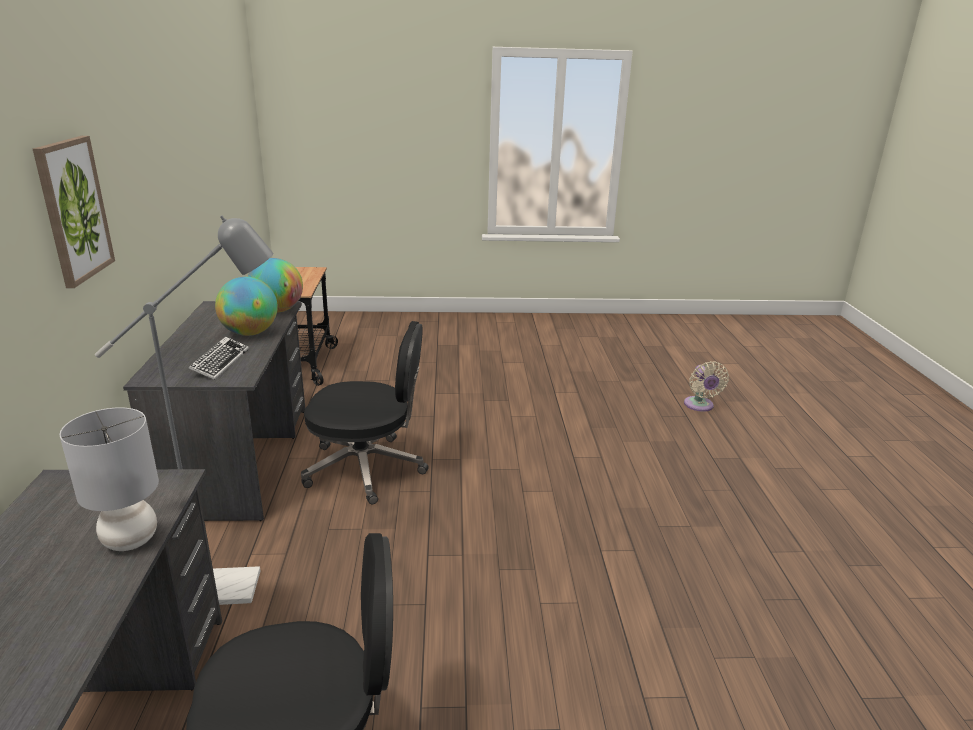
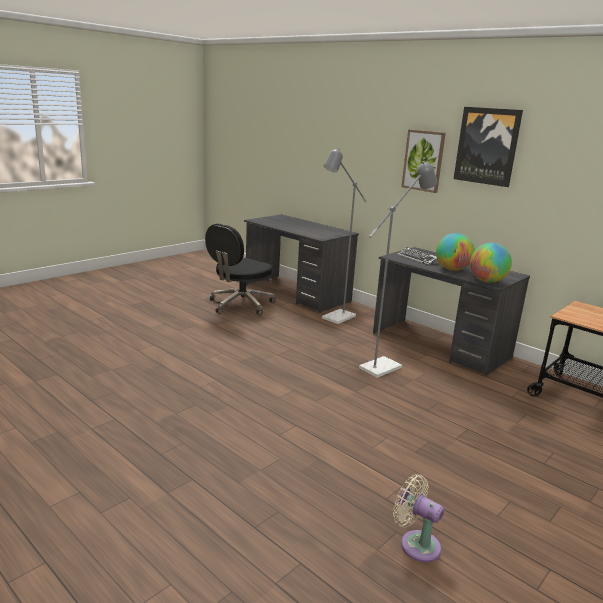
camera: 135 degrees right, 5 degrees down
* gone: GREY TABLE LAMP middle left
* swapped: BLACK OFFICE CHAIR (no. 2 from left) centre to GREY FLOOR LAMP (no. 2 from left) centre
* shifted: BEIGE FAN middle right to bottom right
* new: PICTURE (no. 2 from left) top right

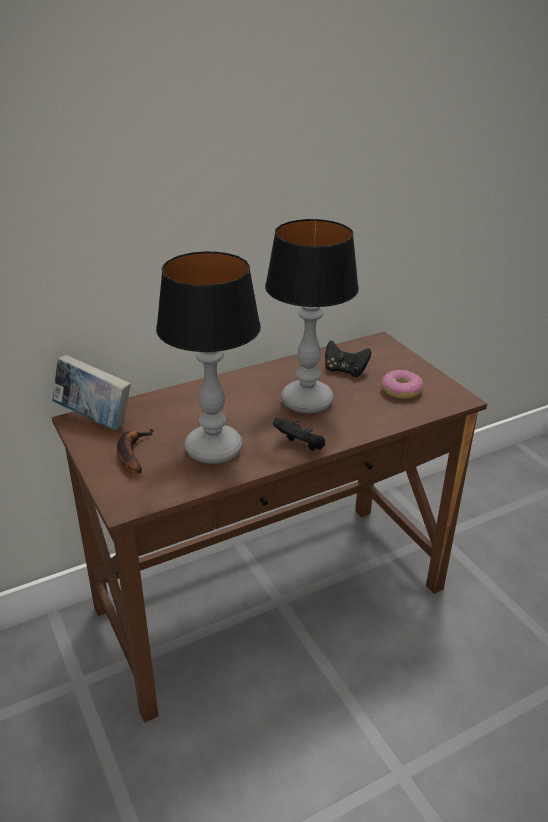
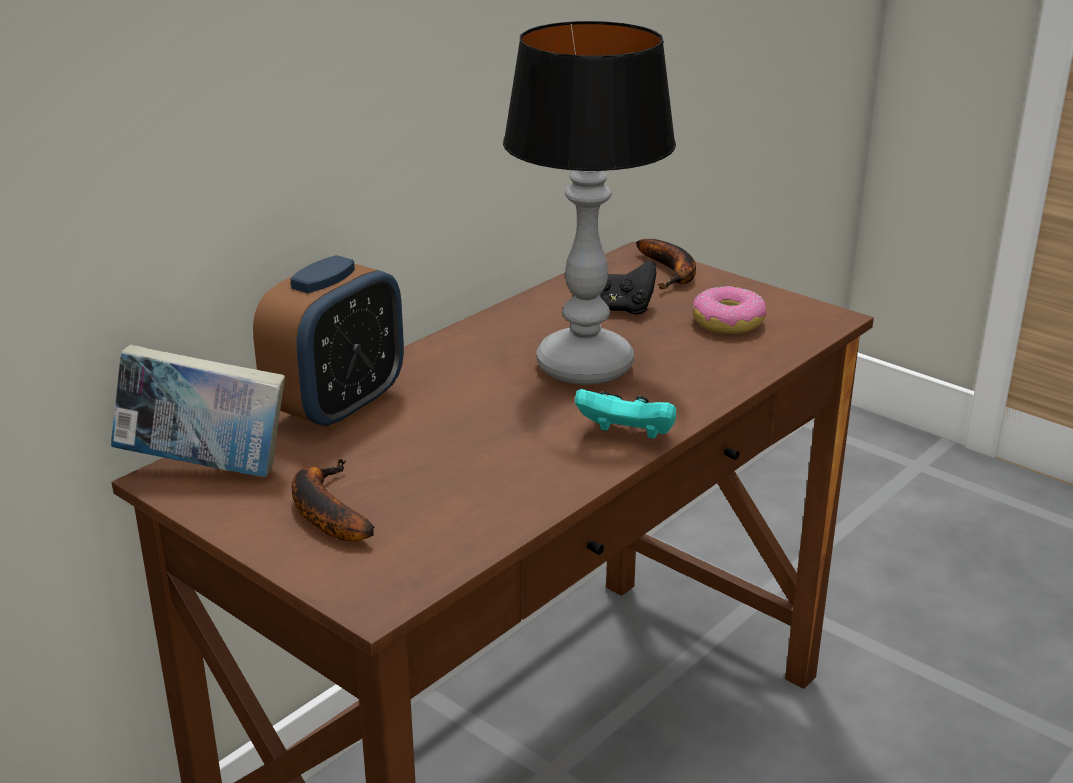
camera: 20 degrees left, 5 degrees down
* gone: TABLE LAMP (no. 1 from left) centre
* repainted: BLACK GAME CONTROLLER (no. 1 from left) centre to TURQUOISE GAME CONTROLLER centre
* new: ALARM CLOCK middle left
* new: BANANA (no. 2 from left) centre

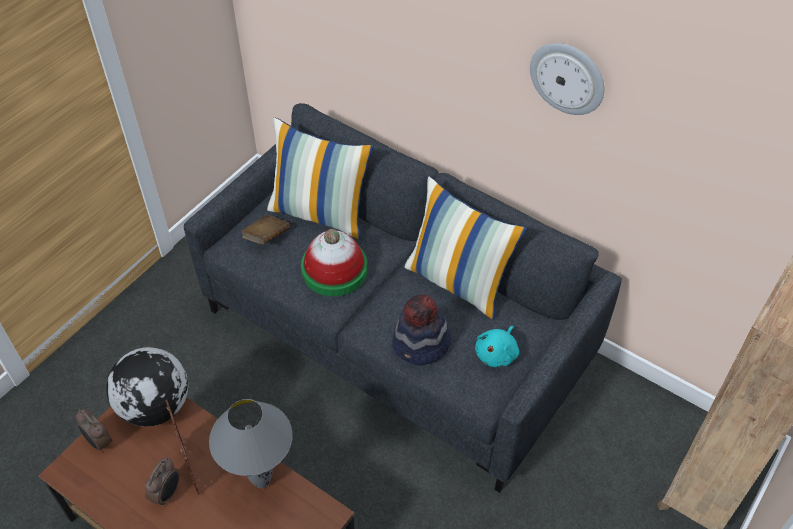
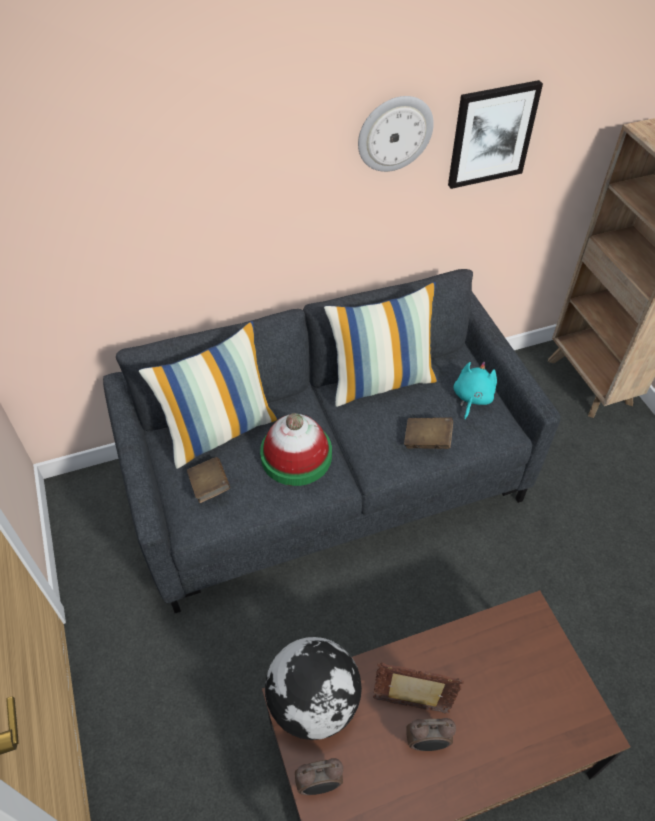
camera: 55 degrees left, 0 degrees up
* rotated: ALARM CLOCK (no. 2 from left) bottom left = bottom centre 120 degrees clockwise
* gone: GREY TABLE LAMP bottom left
* swapped: HAT (no. 2 from left) centre to BROWN BOOK (no. 2 from left) centre
* rotated: TURQUOISE PLUSH TOY centre = middle right 135 degrees counterclockwise
* new: PICTURE top right

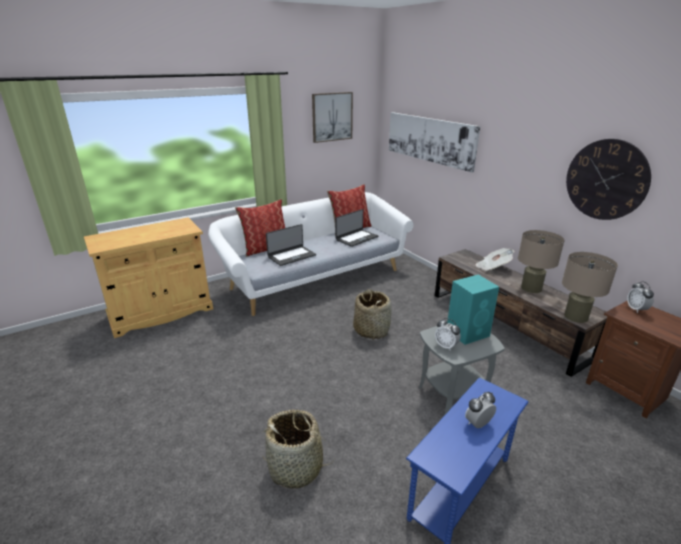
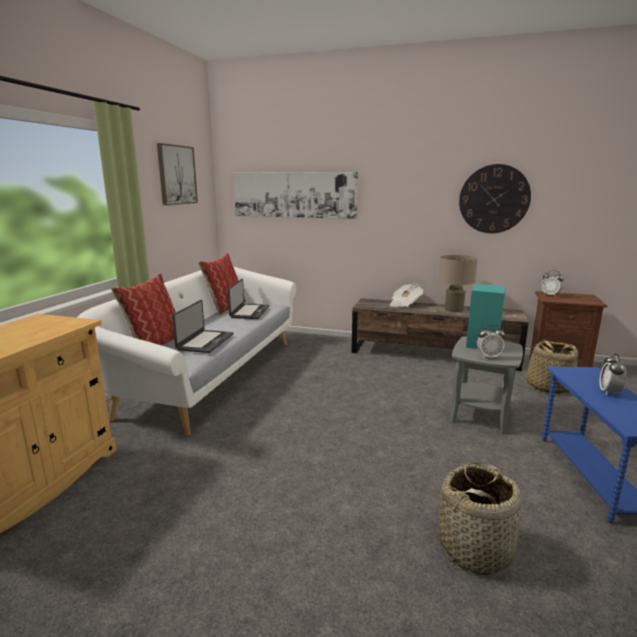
camera: 40 degrees left, 10 degrees down
* shifted: BASKET (no. 2 from left) centre to middle right
* gone: BEIGE TABLE LAMP (no. 2 from left) middle right

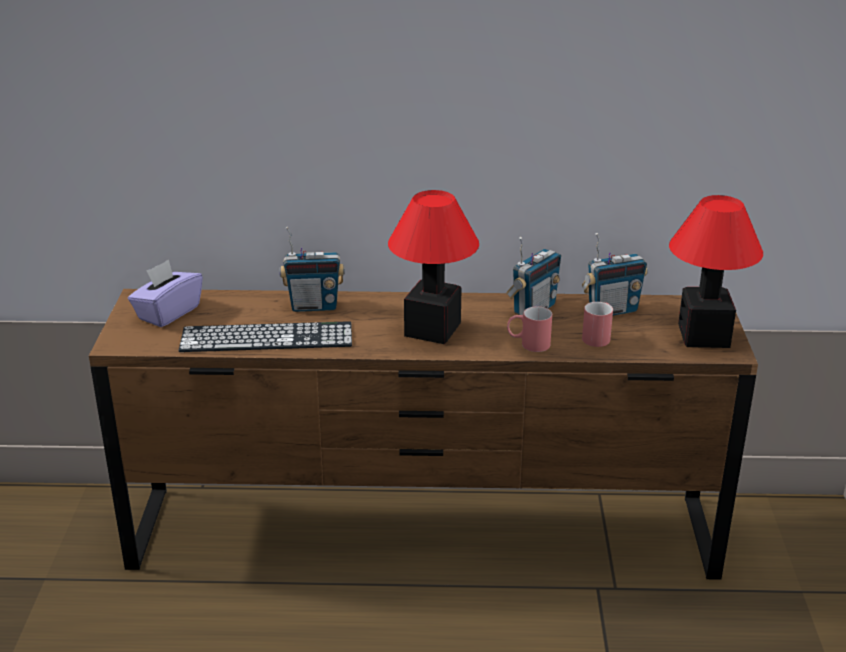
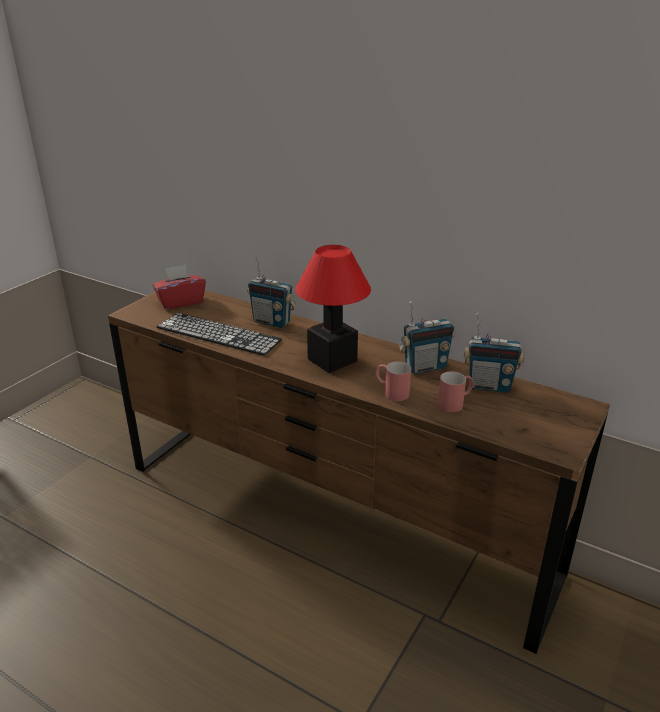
camera: 30 degrees right, 0 degrees up
* repainted: PURPLE TISSUE BOX middle left to RED TISSUE BOX middle left
* gone: TABLE LAMP (no. 2 from left) middle right

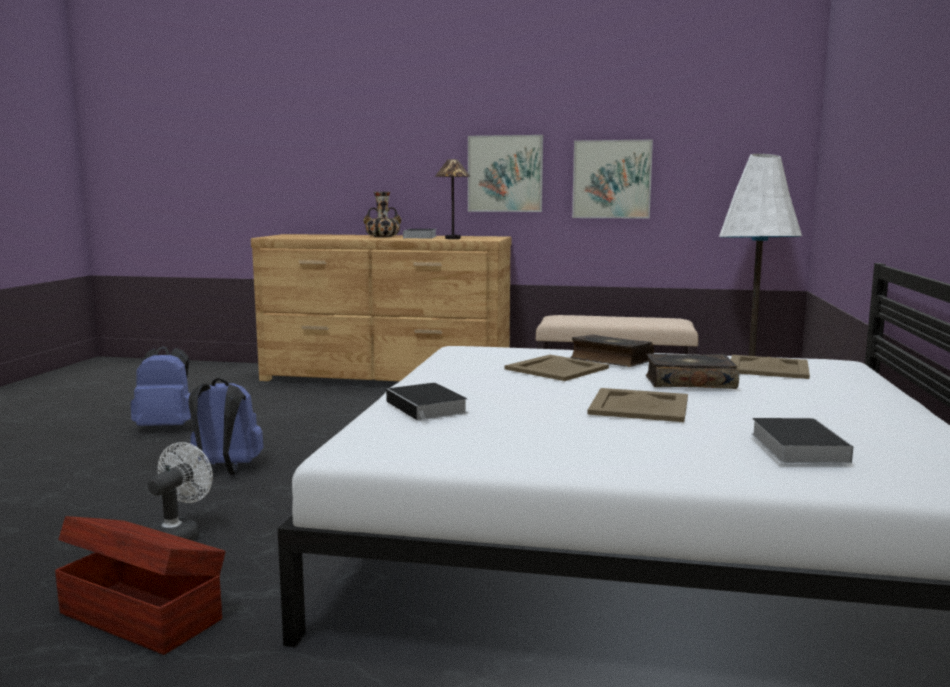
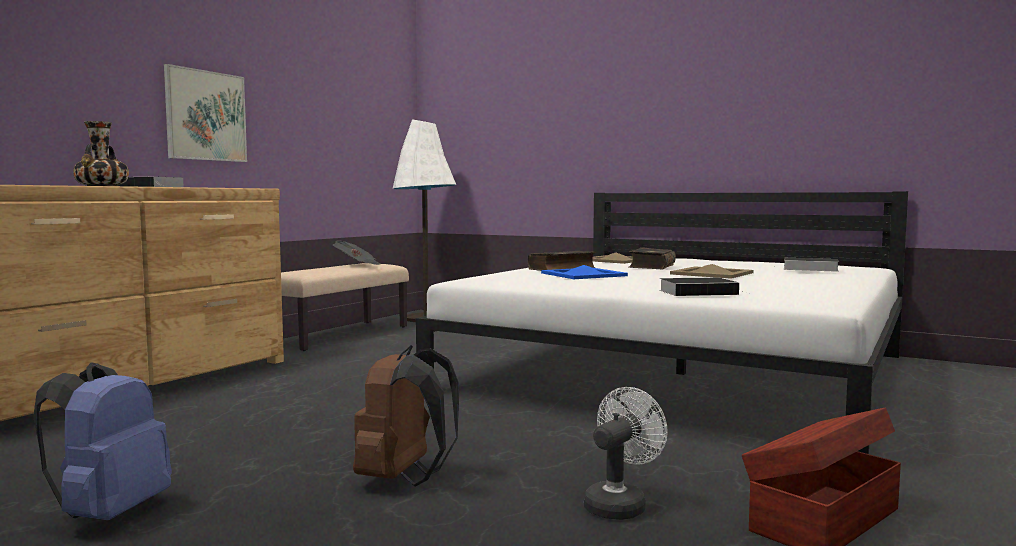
camera: 70 degrees left, 5 degrees down
* rotated: WHITE FAN bottom left = bottom centre 90 degrees clockwise
* repainted: BLUE BACKPACK (no. 2 from left) middle left to BROWN BACKPACK bottom centre
* gone: TABLE LAMP top centre
* repainted: BEIGE TRAY (no. 1 from left) centre to BLUE TRAY centre
* gone: PICTURE (no. 2 from left) top centre
* new: NEWSPAPER centre

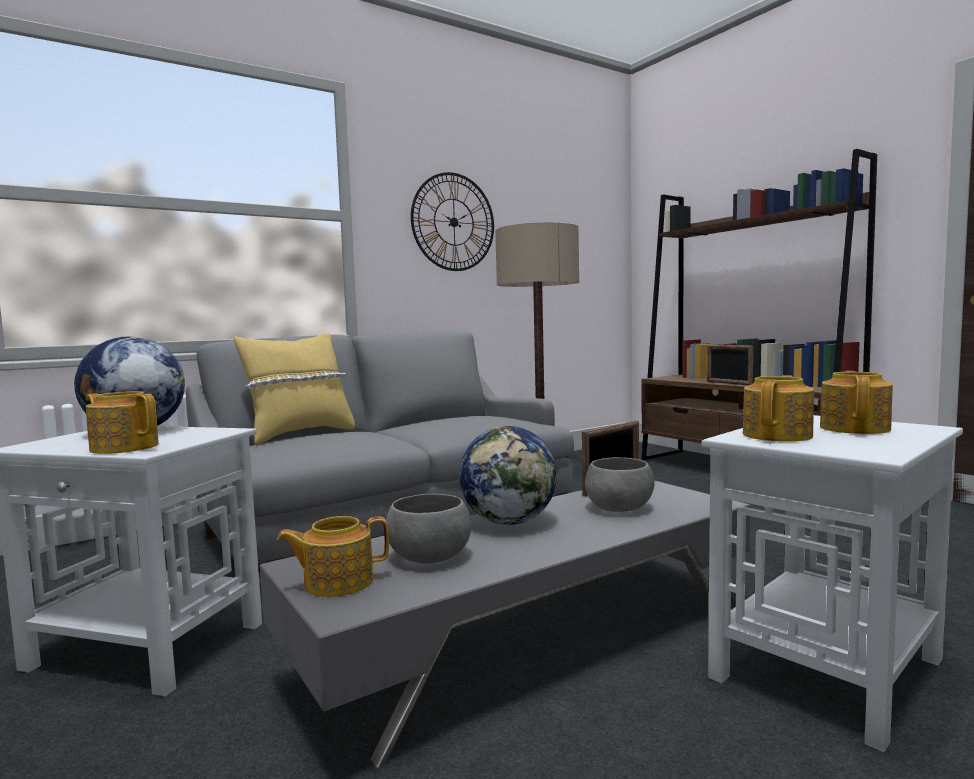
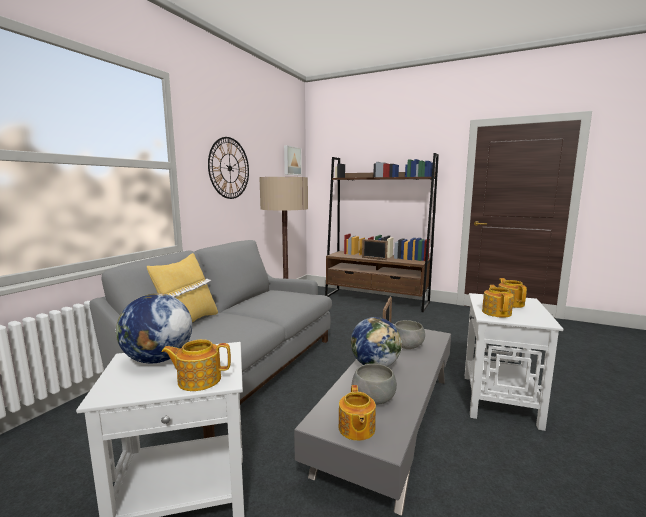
camera: 30 degrees left, 5 degrees up
* rotated: TEAPOT (no. 2 from left) bottom centre = bottom centre 45 degrees counterclockwise
* new: PICTURE top centre

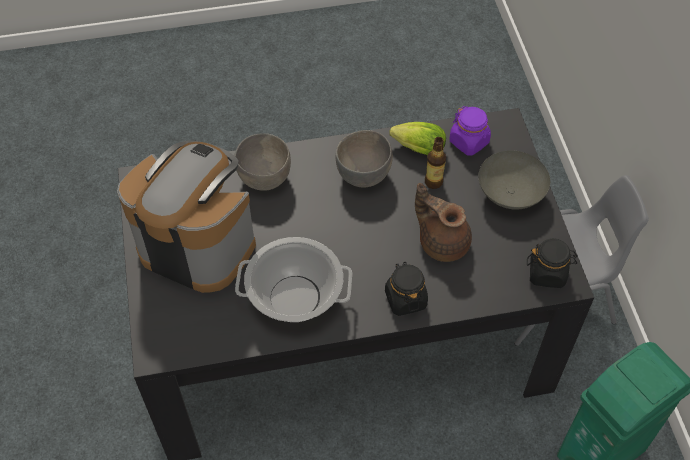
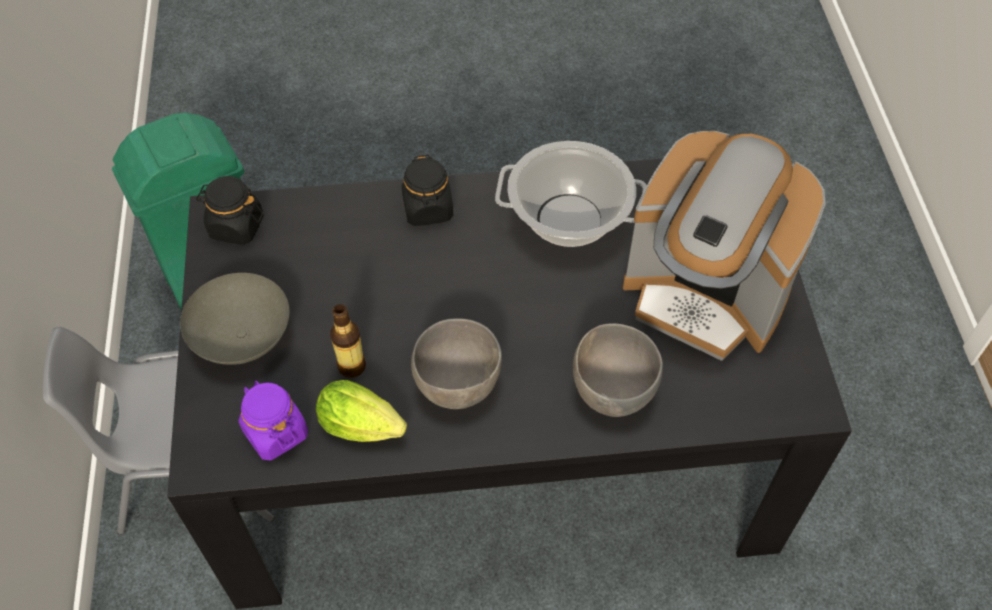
camera: 175 degrees left, 0 degrees up
* gone: BROWN TEAPOT centre

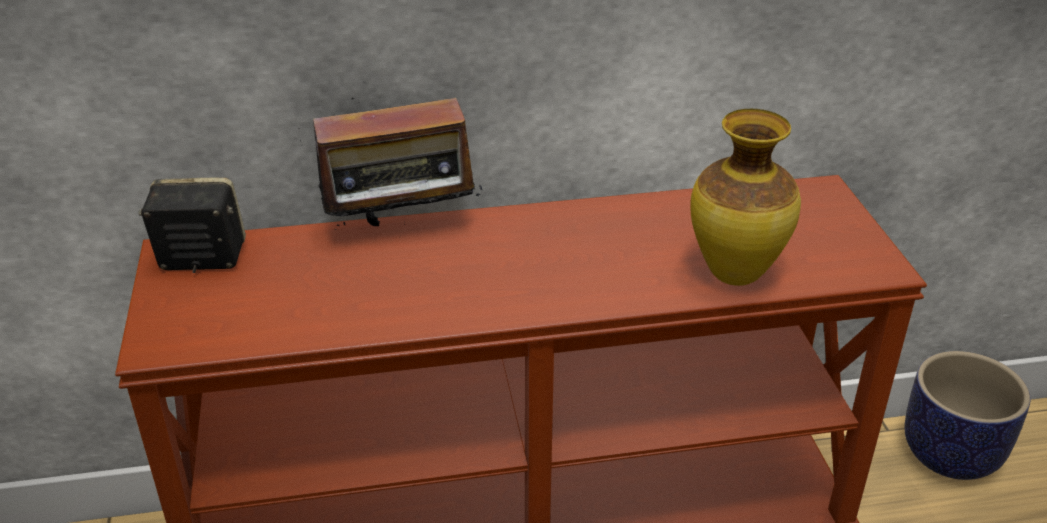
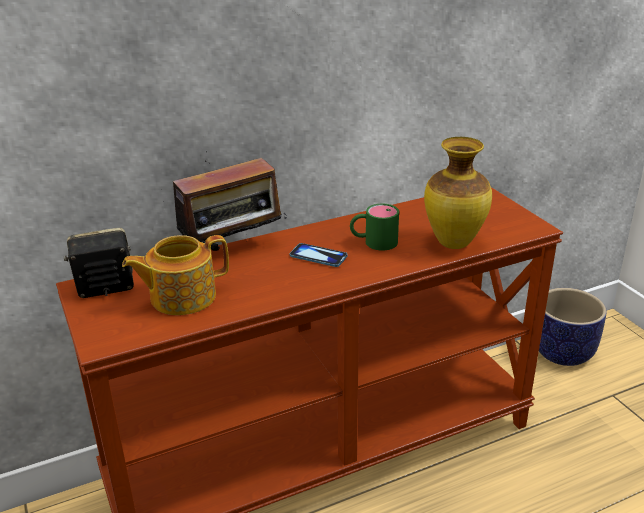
camera: 15 degrees left, 5 degrees down
* new: TEAPOT middle left
* new: PHONE centre
* new: GREEN MUG centre

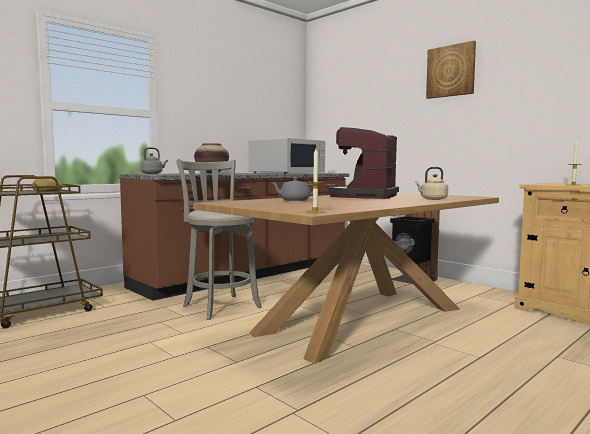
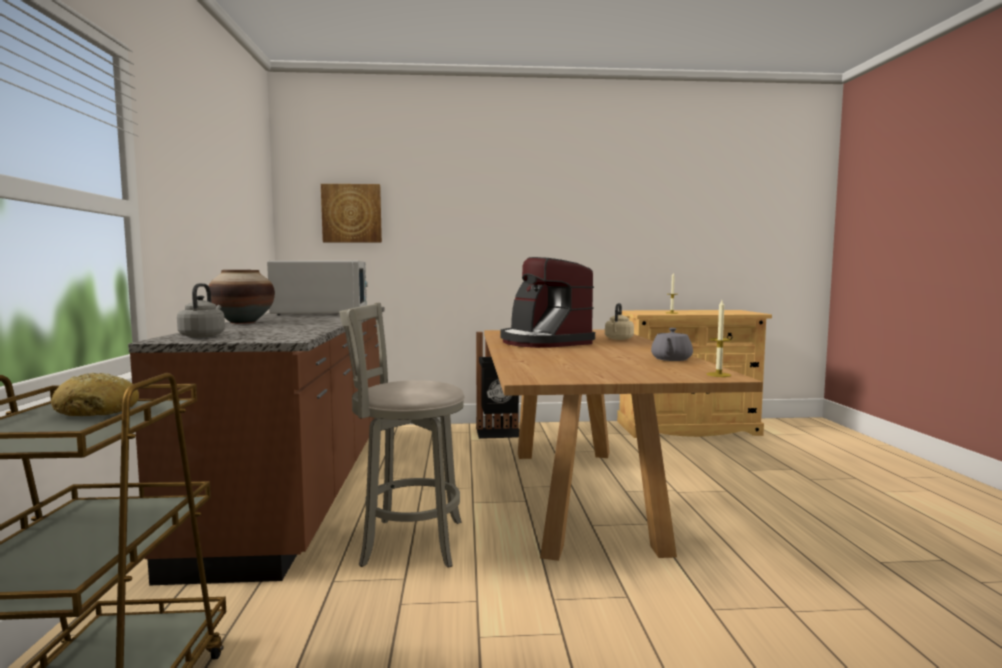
camera: 50 degrees left, 0 degrees up
* shifted: GREY TEAPOT centre to middle right
* shifted: PICTURE top right to top centre

